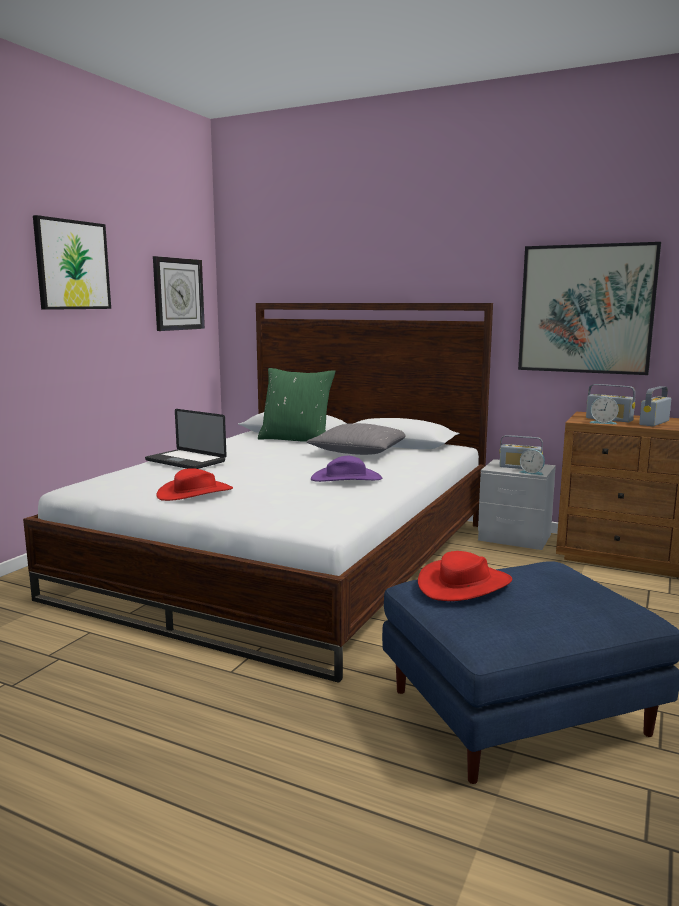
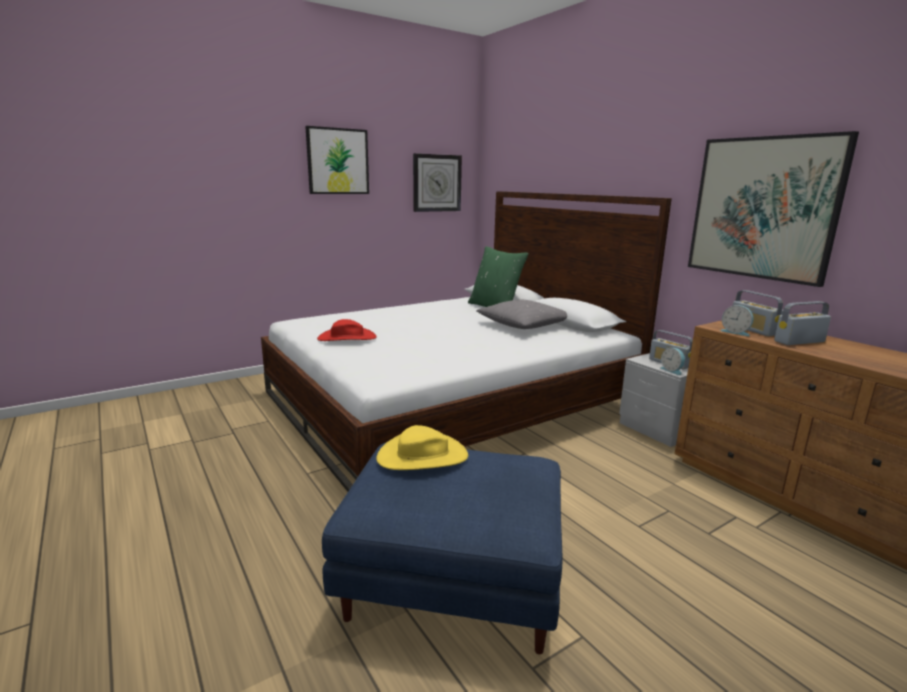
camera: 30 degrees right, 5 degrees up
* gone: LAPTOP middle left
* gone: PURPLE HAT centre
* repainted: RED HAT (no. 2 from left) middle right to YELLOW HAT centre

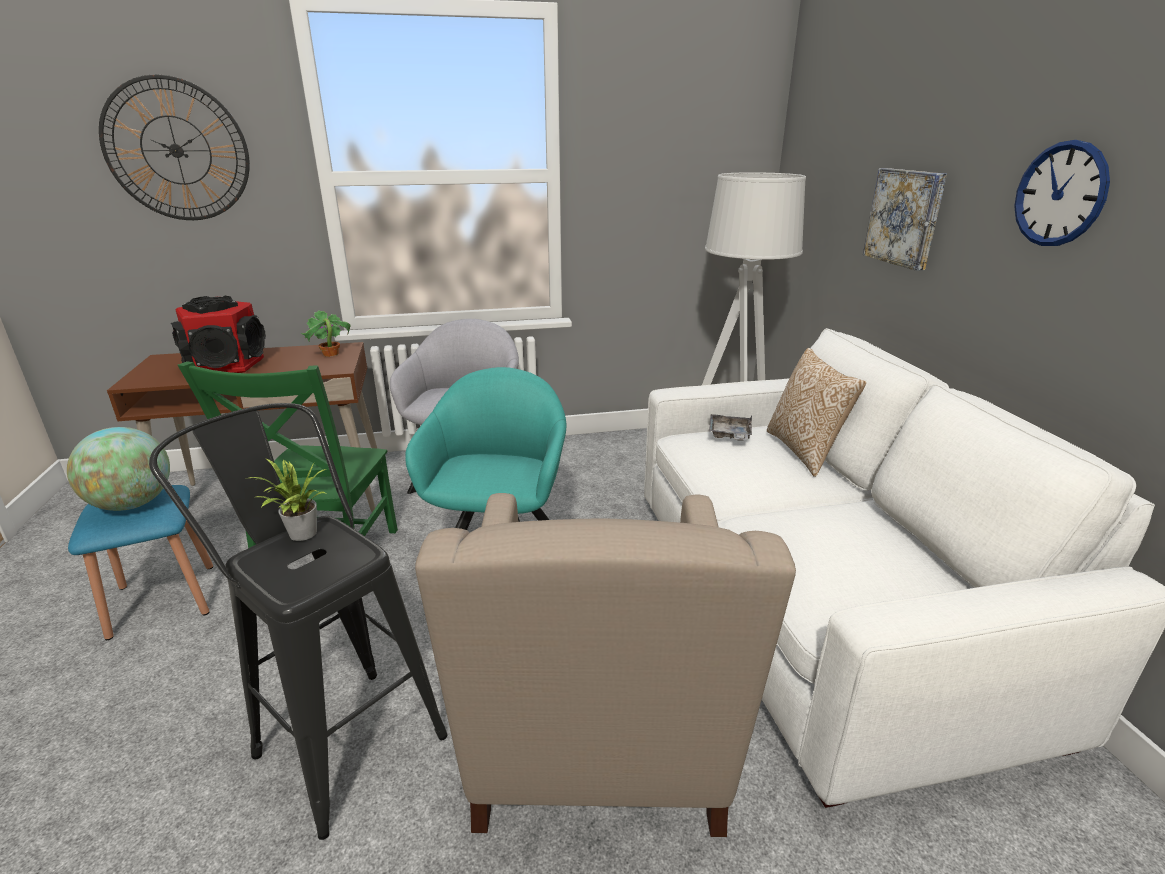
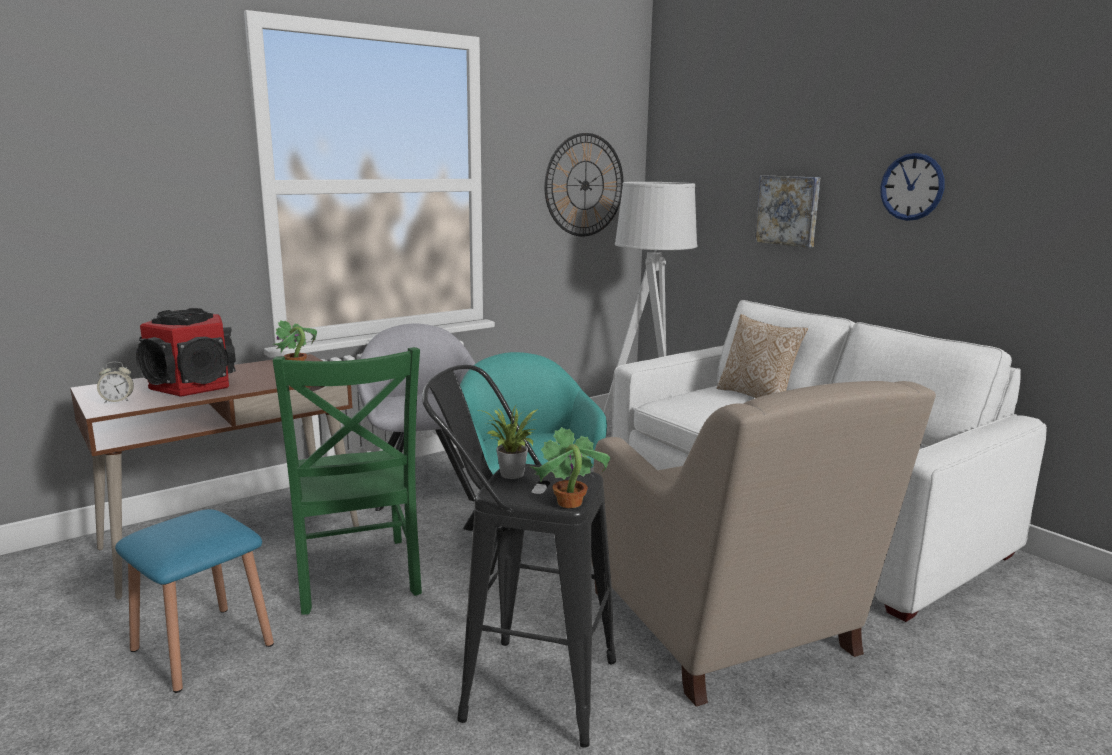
camera: 25 degrees left, 10 degrees down
* gone: GLOBE middle left
* shifted: WALL CLOCK (no. 1 from left) top left to top centre
* gone: GREY TRAY centre
* new: ALARM CLOCK middle left
* new: POTTED PLANT (no. 3 from left) centre

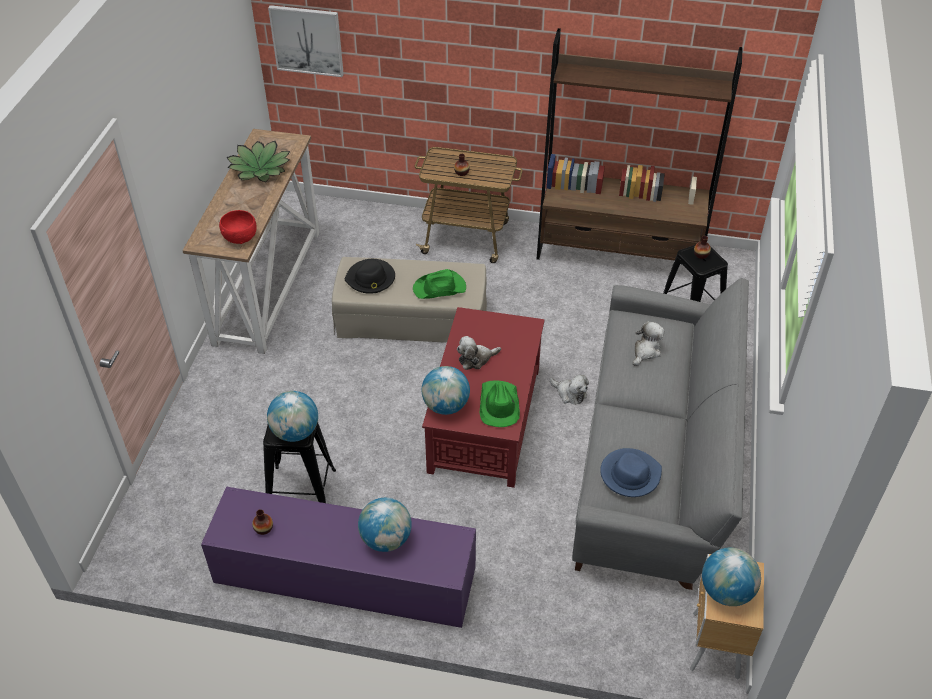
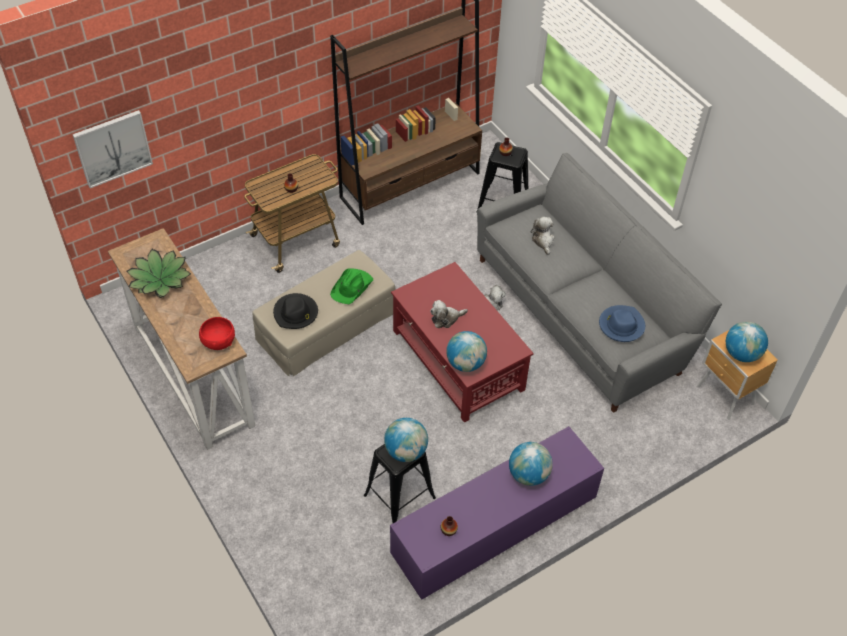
camera: 45 degrees left, 5 degrees up
* rotated: PLUSH TOY (no. 1 from left) centre = centre 45 degrees clockwise
* gone: GREEN HAT (no. 2 from left) centre

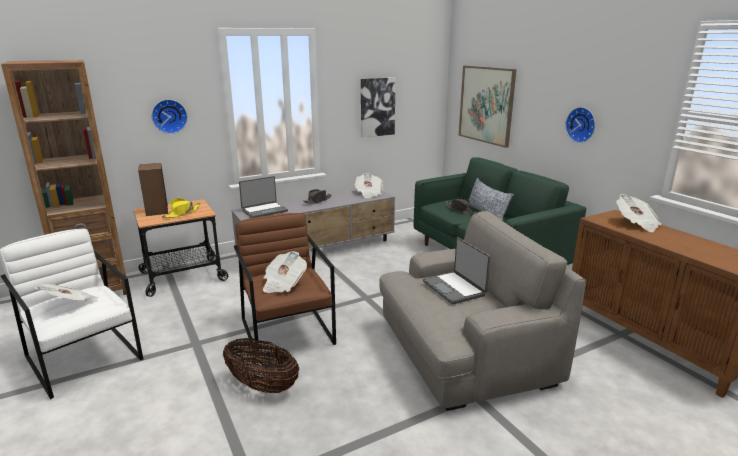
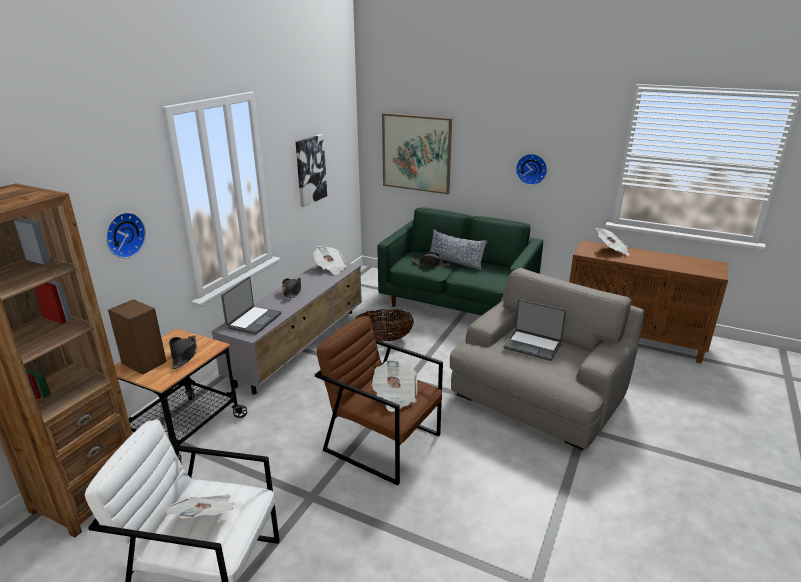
camera: 35 degrees left, 5 degrees up
* repainted: YELLOW HAT middle left to BLACK HAT (no. 1 from left) middle left
* shifted: BASKET bottom centre to centre

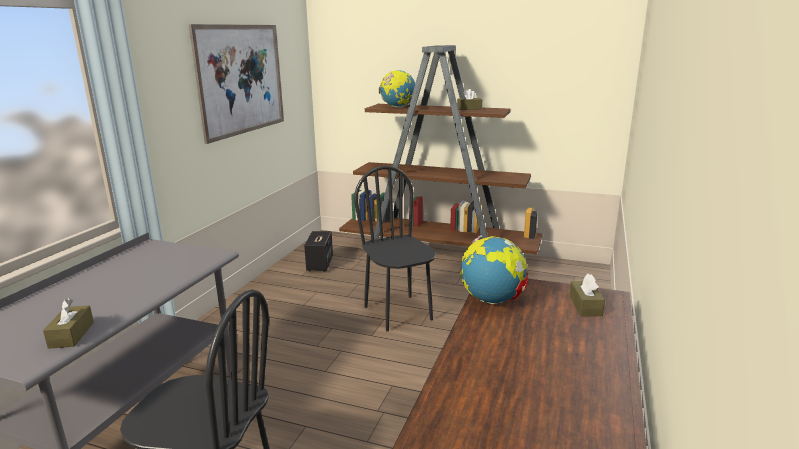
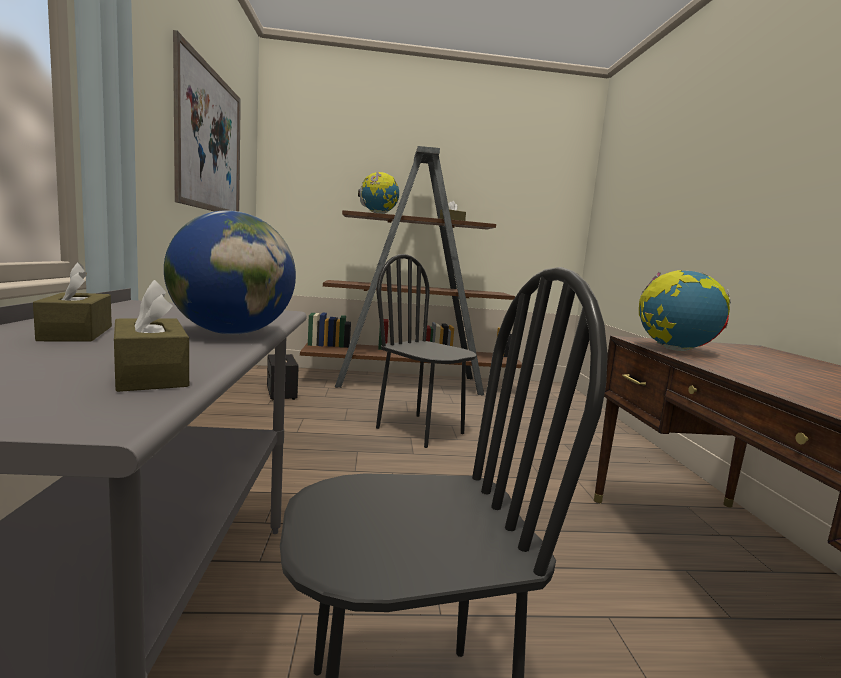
camera: 25 degrees left, 10 degrees down
* shifted: BROWN TISSUE BOX (no. 3 from left in the first image) middle right to BROWN TISSUE BOX (no. 1 from left) middle left
* new: GLOBE (no. 1 from left) middle left

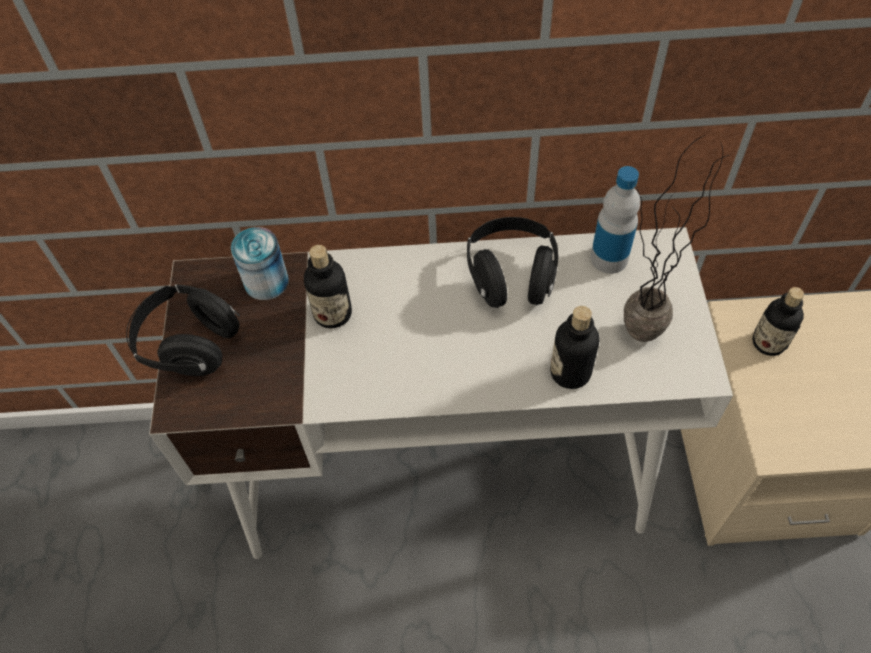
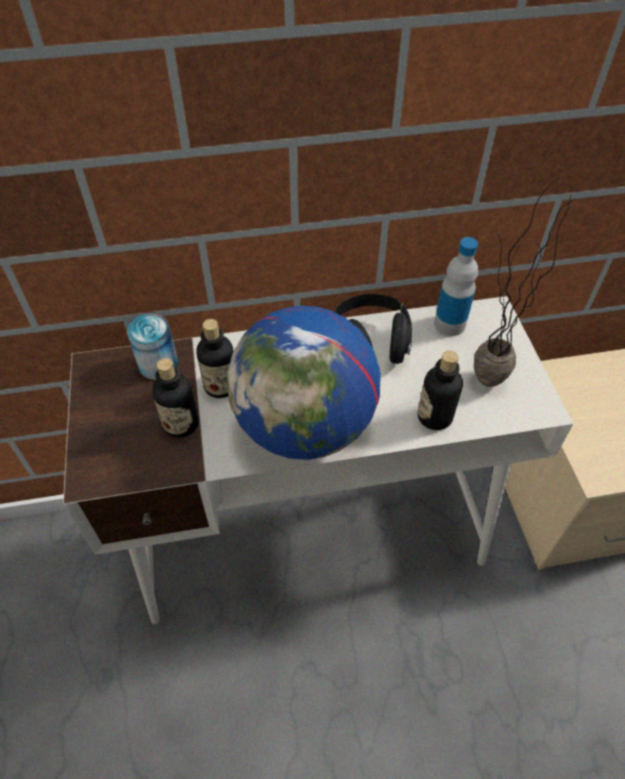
camera: 10 degrees left, 5 degrees down
* gone: BLACK HEADPHONES (no. 1 from left) middle left
* shifted: BOTTLE (no. 4 from left in the first image) middle right to BOTTLE (no. 1 from left) middle left
* new: GLOBE centre

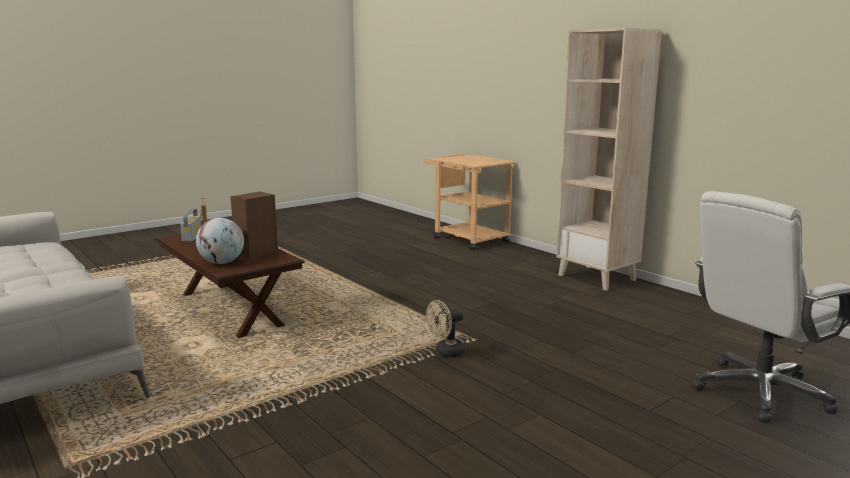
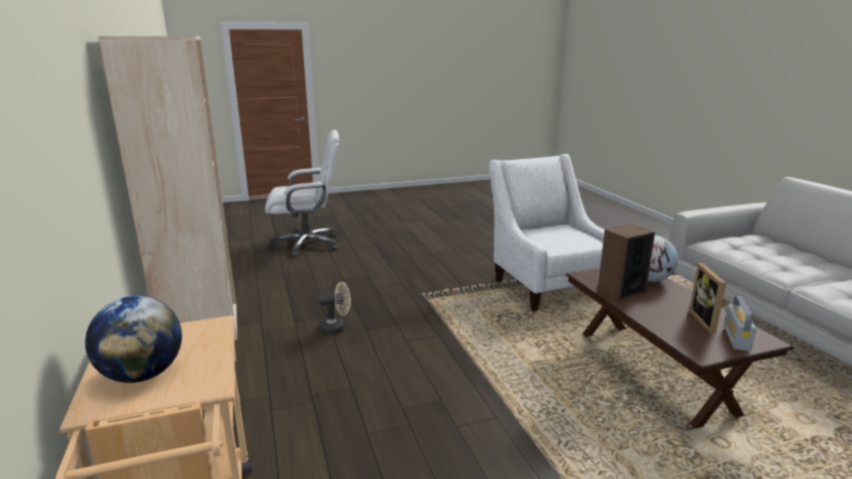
camera: 160 degrees left, 5 degrees up
* shifted: BEIGE FAN bottom centre to centre
* new: GLOBE (no. 1 from left) bottom left
* new: WHITE ARMCHAIR centre

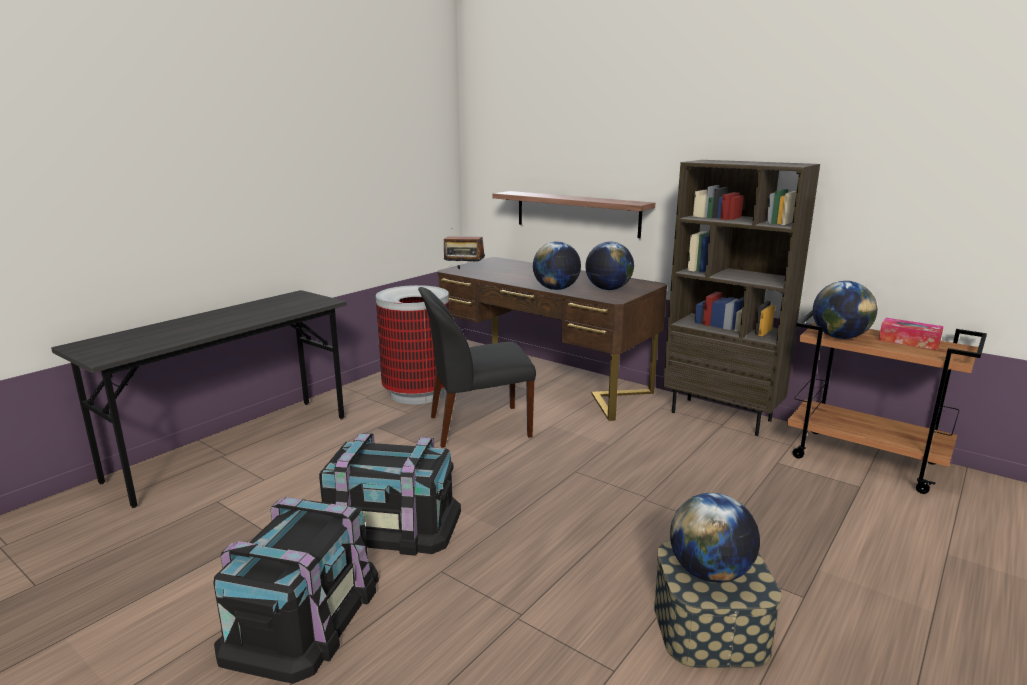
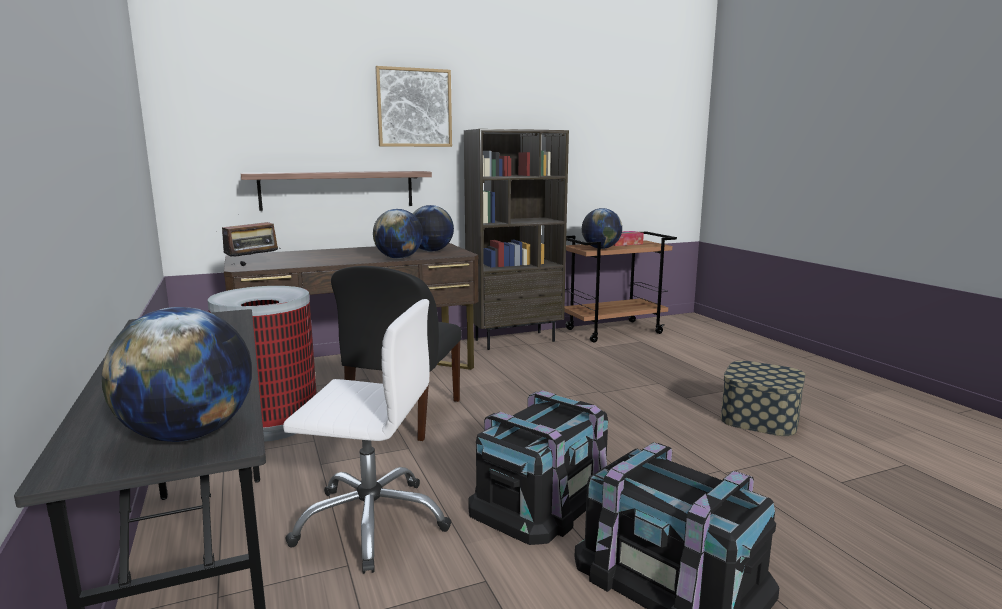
camera: 60 degrees left, 5 degrees down
* shifted: GLOBE (no. 3 from left in the first image) bottom right to GLOBE (no. 1 from left) middle left
* new: WHITE OFFICE CHAIR bottom centre
* new: PICTURE top centre

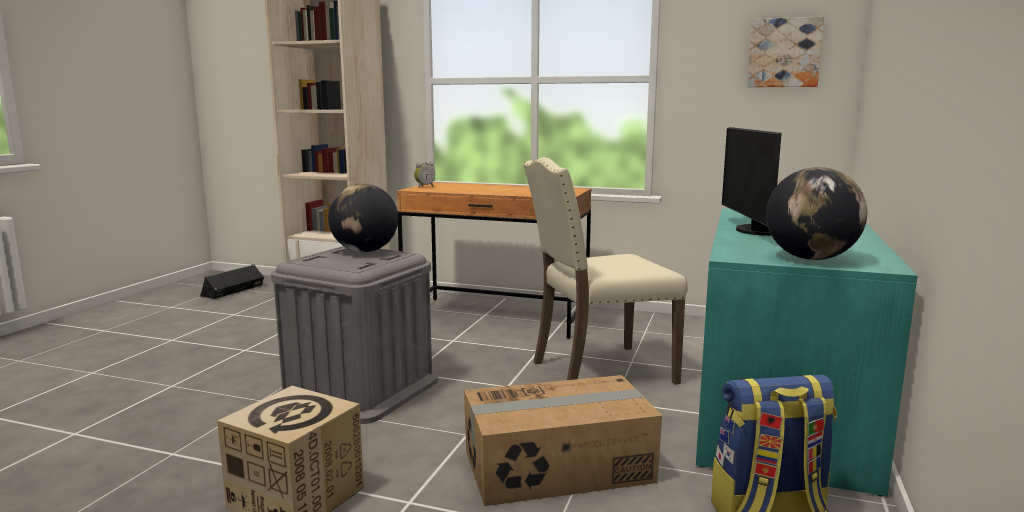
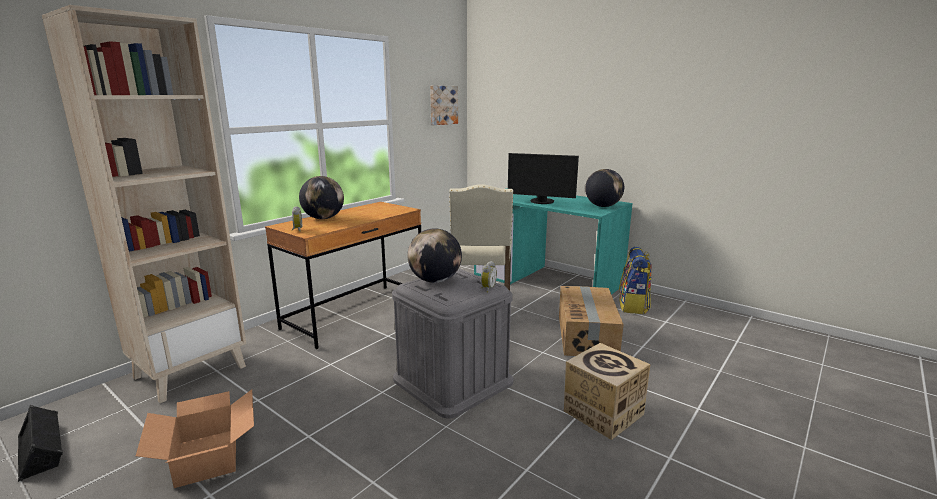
camera: 70 degrees left, 5 degrees up
* new: CARDBOARD BOX (no. 1 from left) bottom left
* new: GLOBE (no. 1 from left) centre
* new: ALARM CLOCK (no. 2 from left) centre

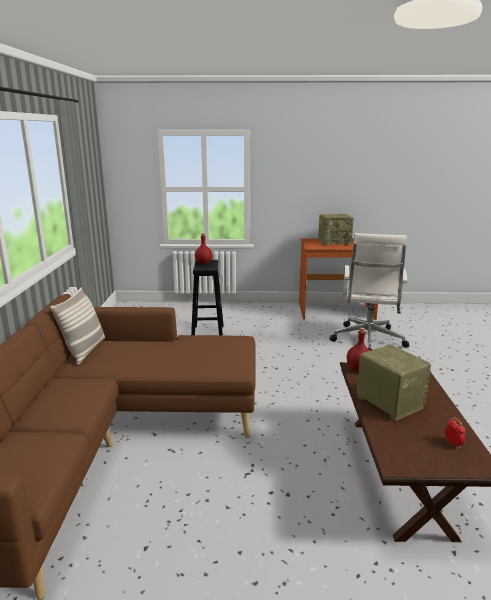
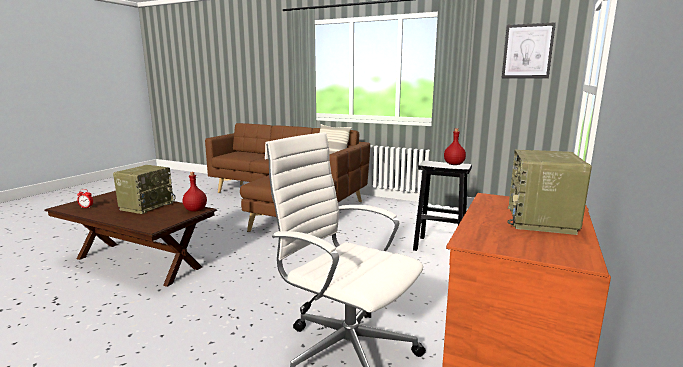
camera: 115 degrees right, 5 degrees down
* rotated: RADIO (no. 2 from left in the first image) middle right = middle left 60 degrees counterclockwise
* new: PICTURE top right

